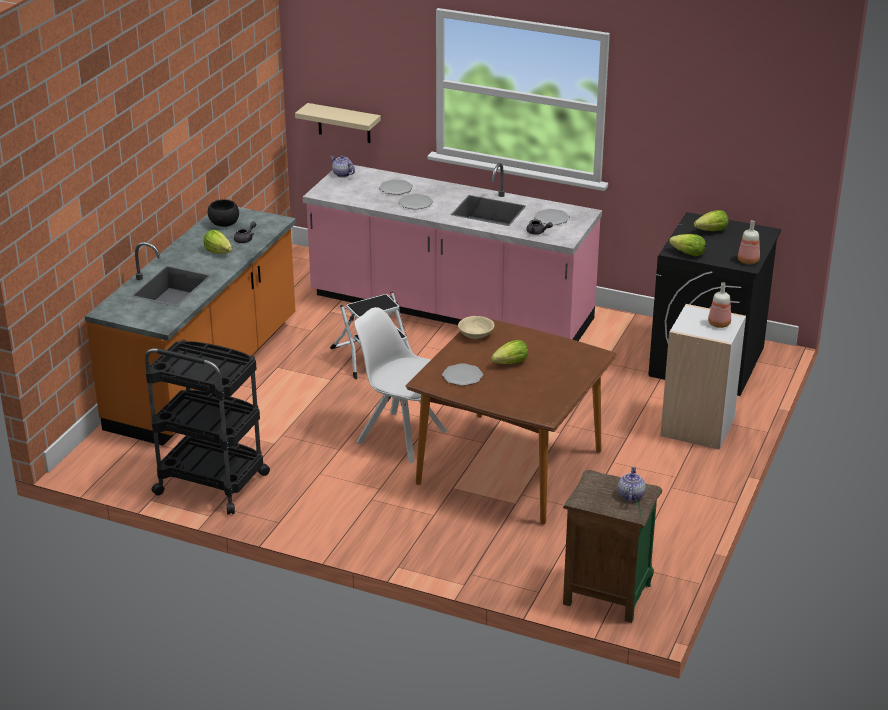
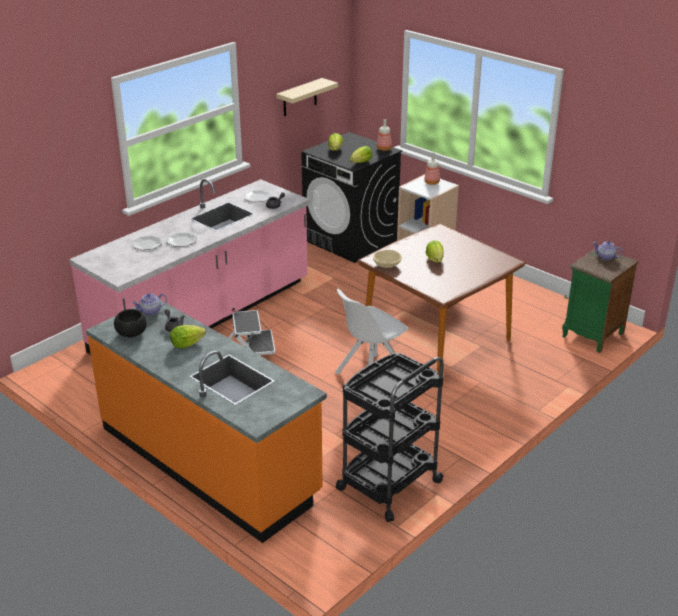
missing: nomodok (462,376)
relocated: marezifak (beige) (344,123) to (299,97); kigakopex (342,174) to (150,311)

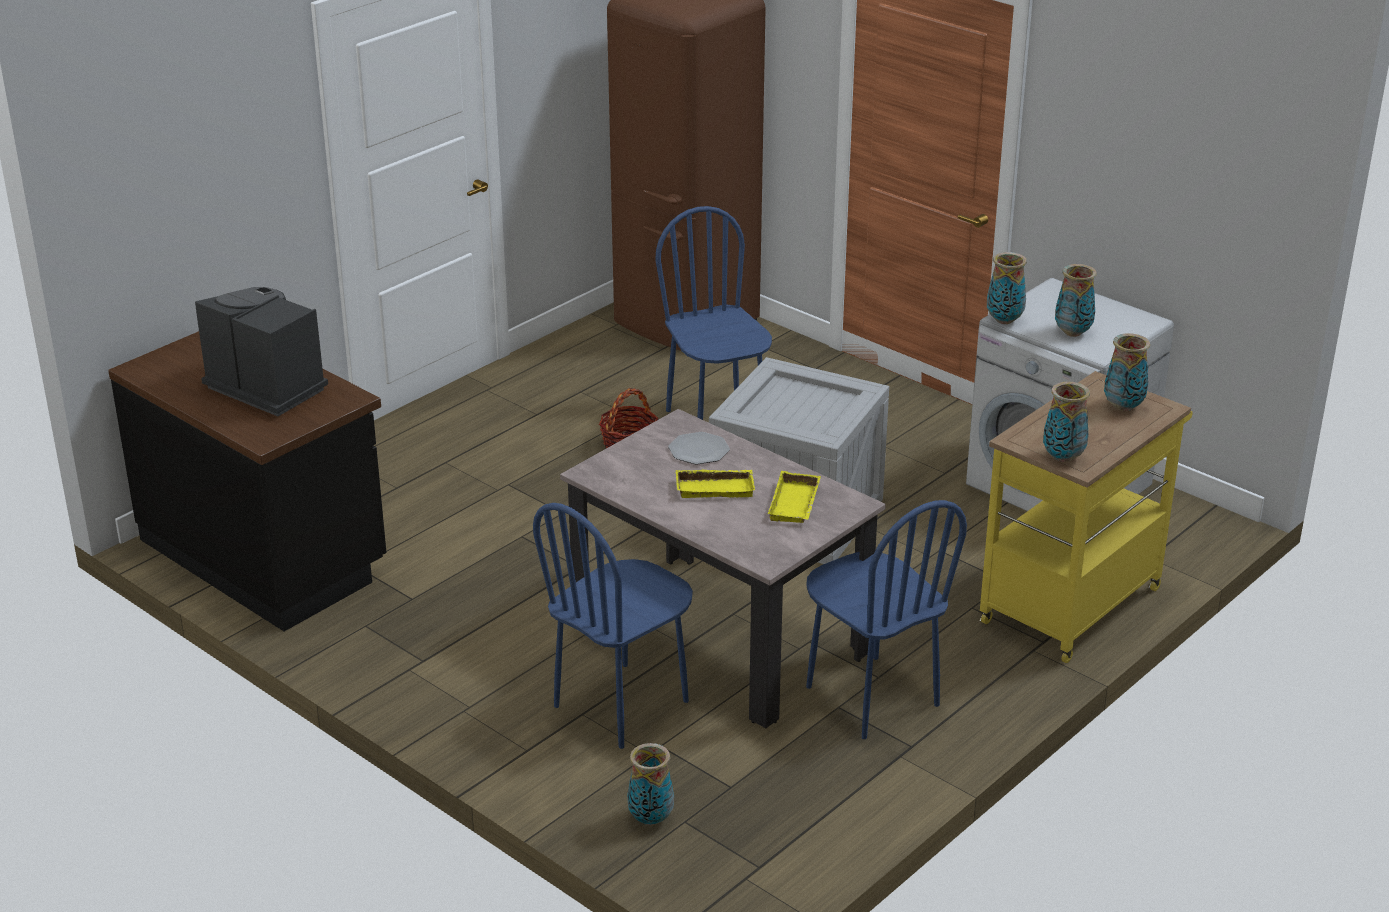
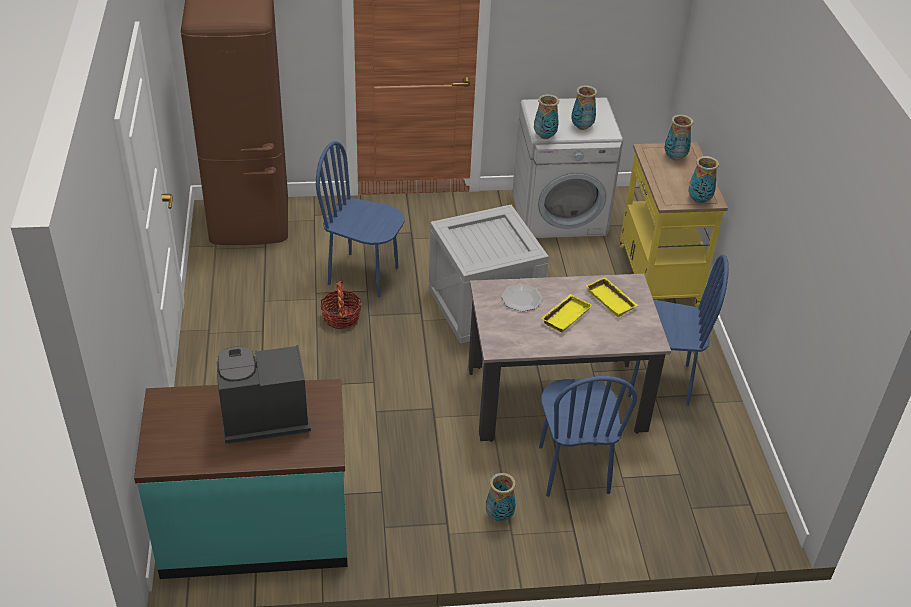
relocated: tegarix (650,819) to (499,516)
colour: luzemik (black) (265,555) to luzemik (turquoise) (255,528)

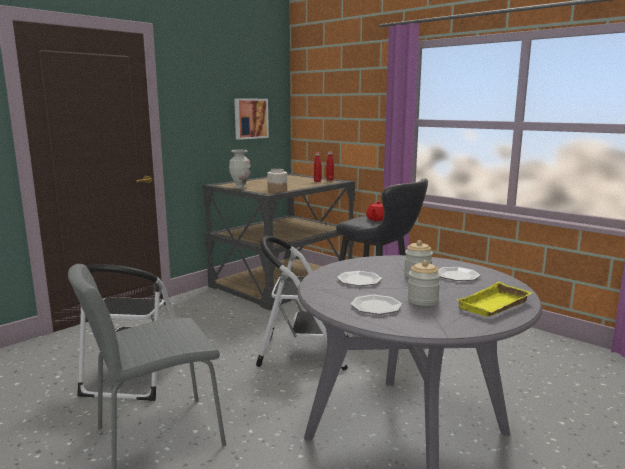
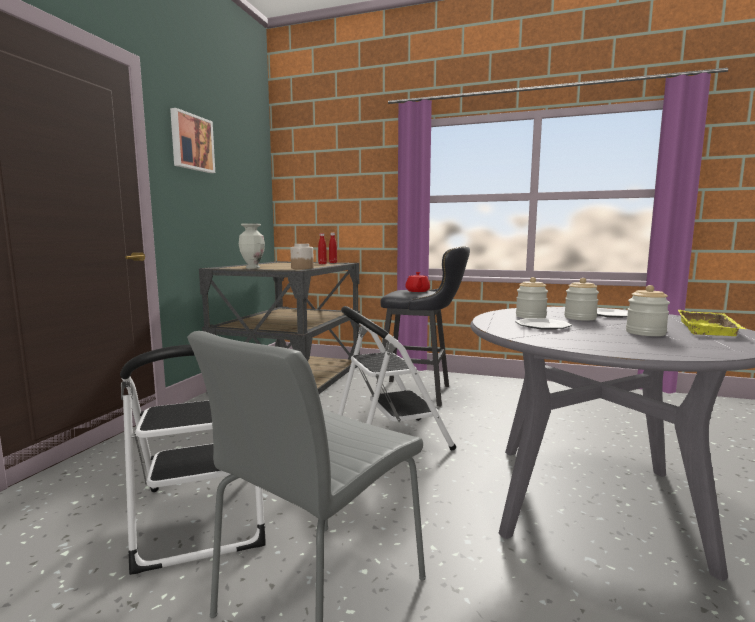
missing: nomodok (375,307)
appeared: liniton (530,316)
relocated: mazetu (250,118) to (191,142)

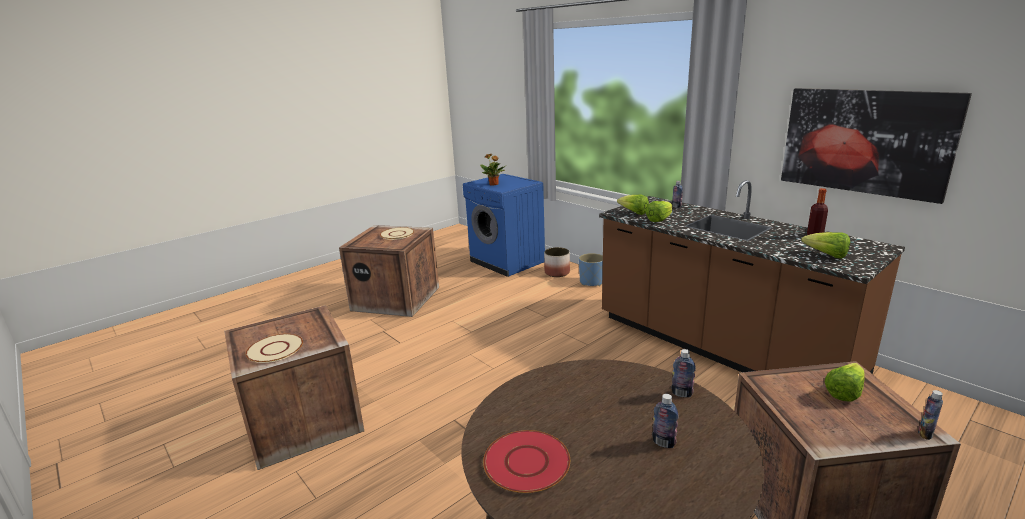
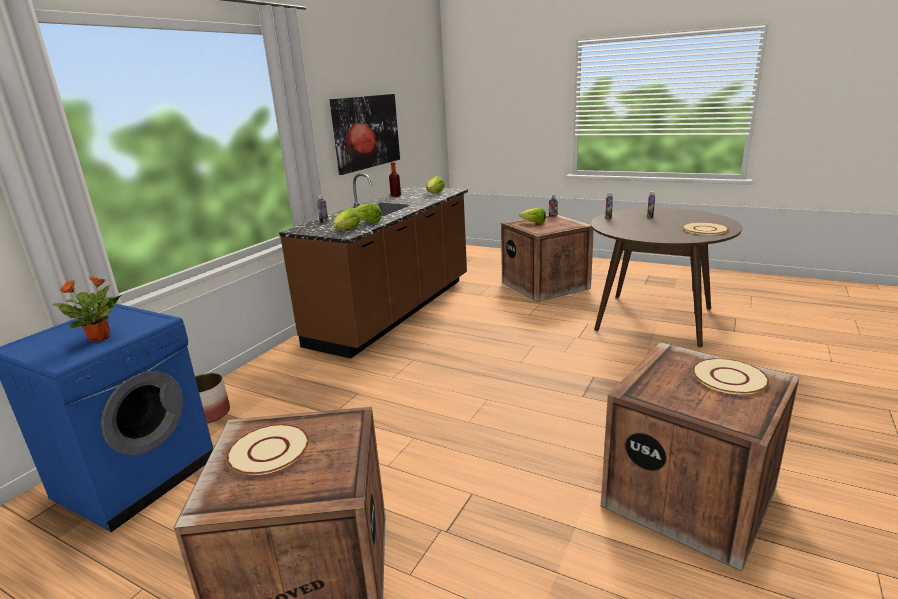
missing: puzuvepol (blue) (591,282)
colour: nomodok (red) (526,462) to nomodok (beige) (704,229)

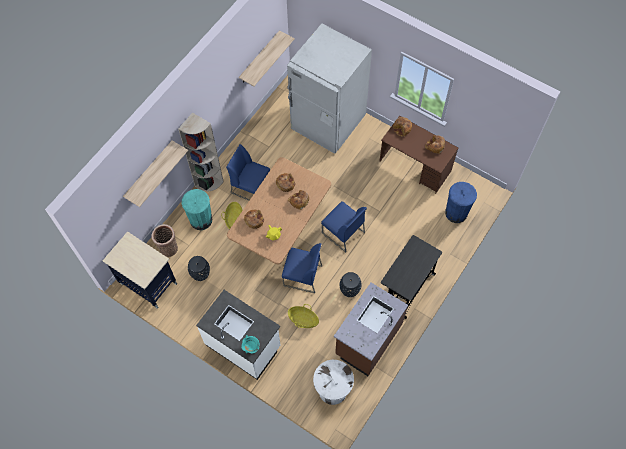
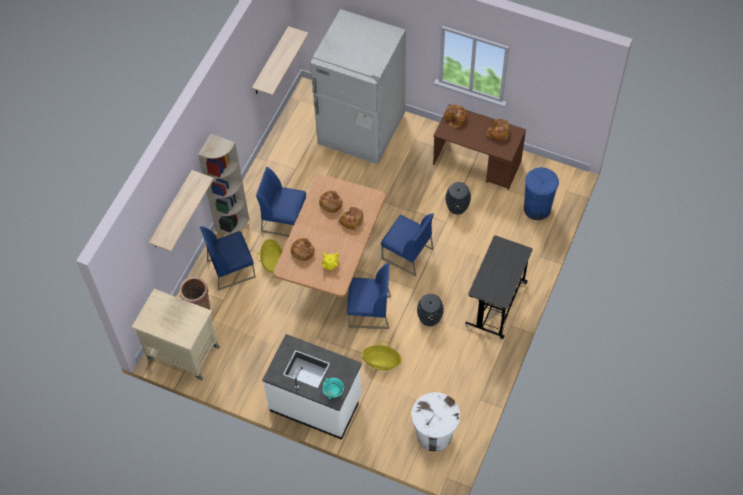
missing: luzemik (brown) (367,339)
relocated: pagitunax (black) (200,273) to (457,206)
exchanged: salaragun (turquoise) (201,220) to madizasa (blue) (231,268)
colour: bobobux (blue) (147,283) to bobobux (beige) (182,353)

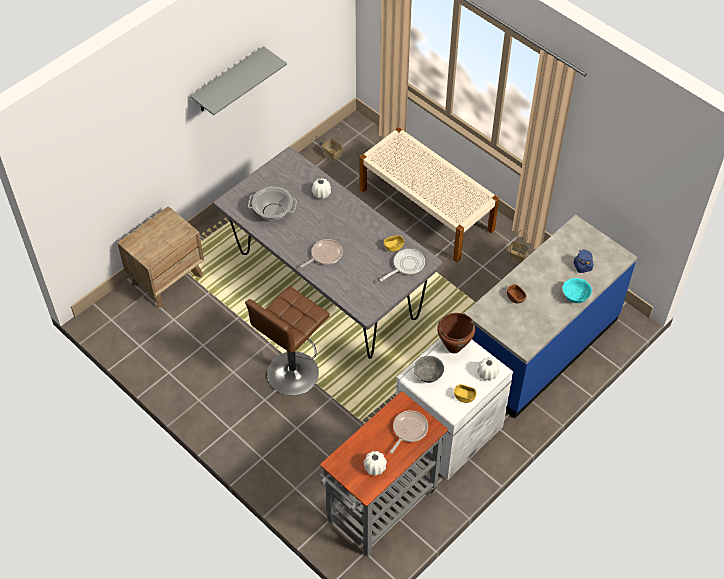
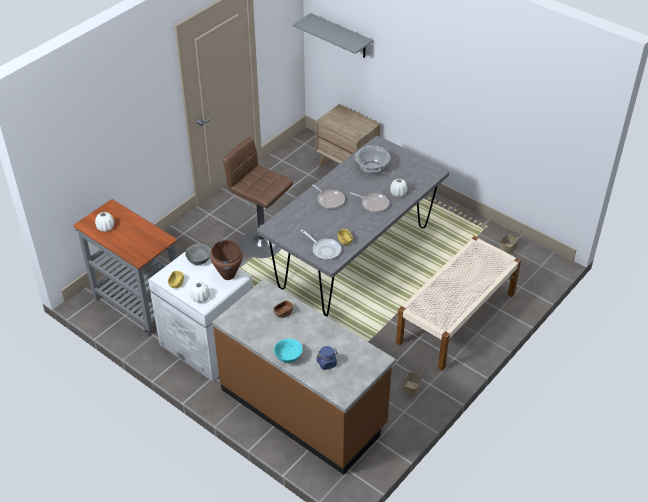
relocated: marezifak (grey) (228,81) to (341,36); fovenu (408,430) to (373,204)
colour: luzemik (blue) (538,346) to luzemik (brown) (303,408)

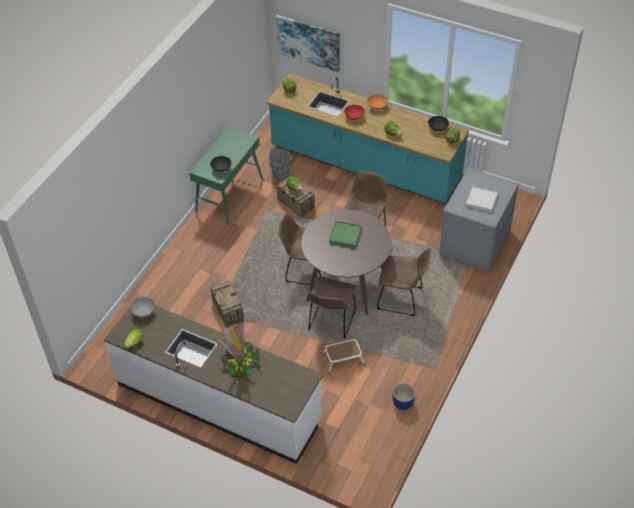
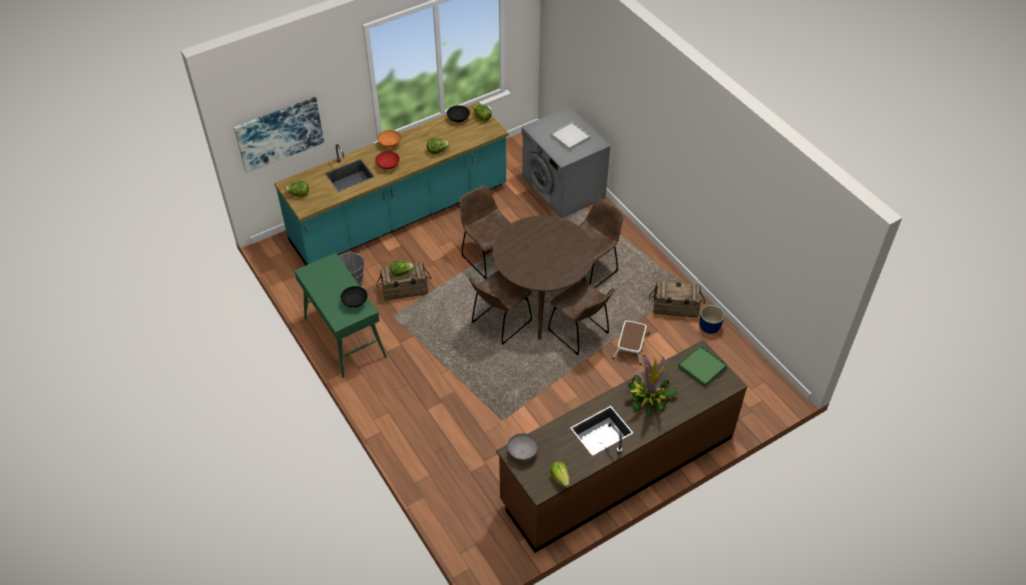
relocated: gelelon (227,310) to (675,307); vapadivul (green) (345,235) to (701,367)
colour: luzemik (white) (219,401) to luzemik (brown) (617,469)

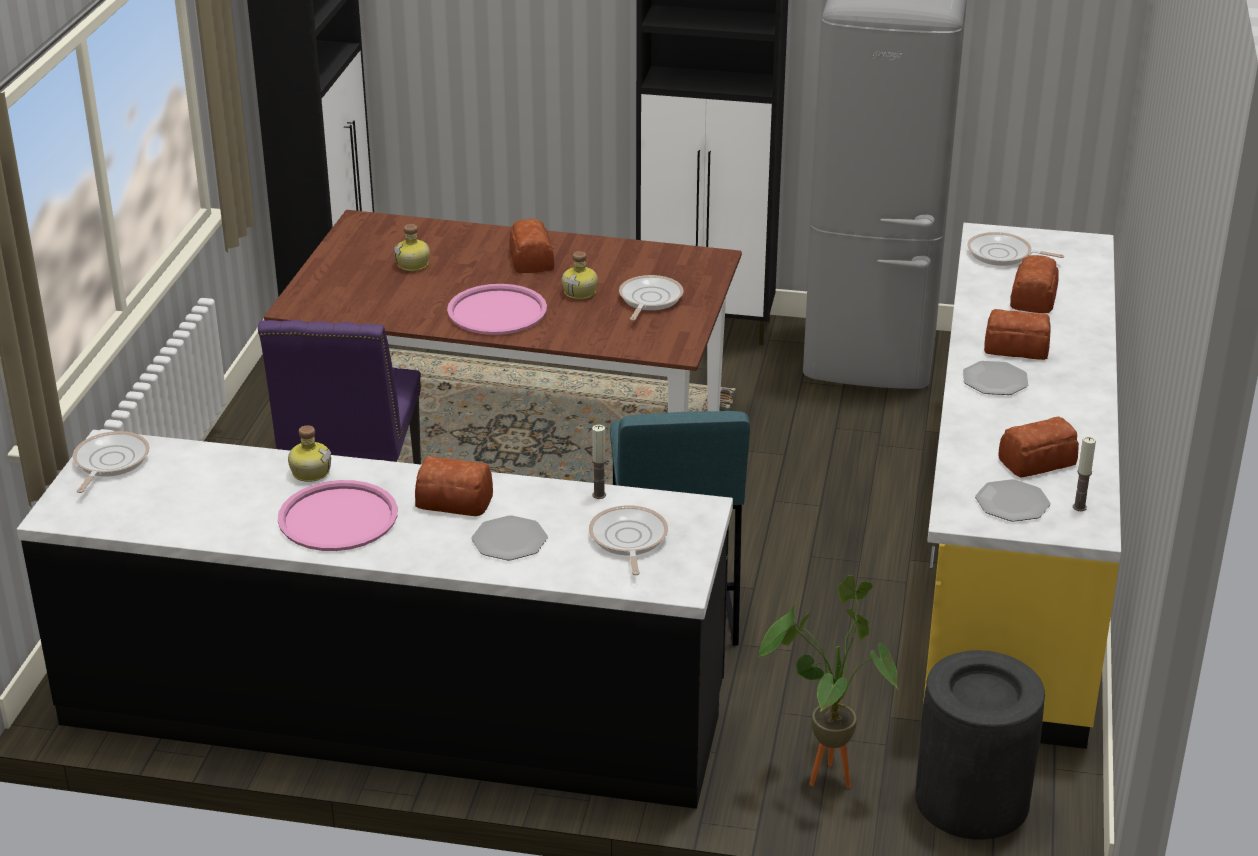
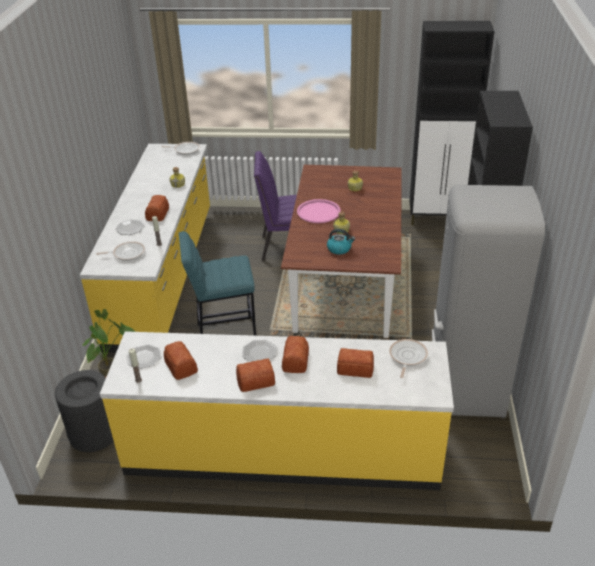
missing: vapadivul (pink) (338,518)
relocated: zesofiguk (530,260) to (255,380)
exchanged: fovenu (649,299) to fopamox (339,249)
colour: luzemik (black) (394,709) to luzemik (yellow) (164,274)

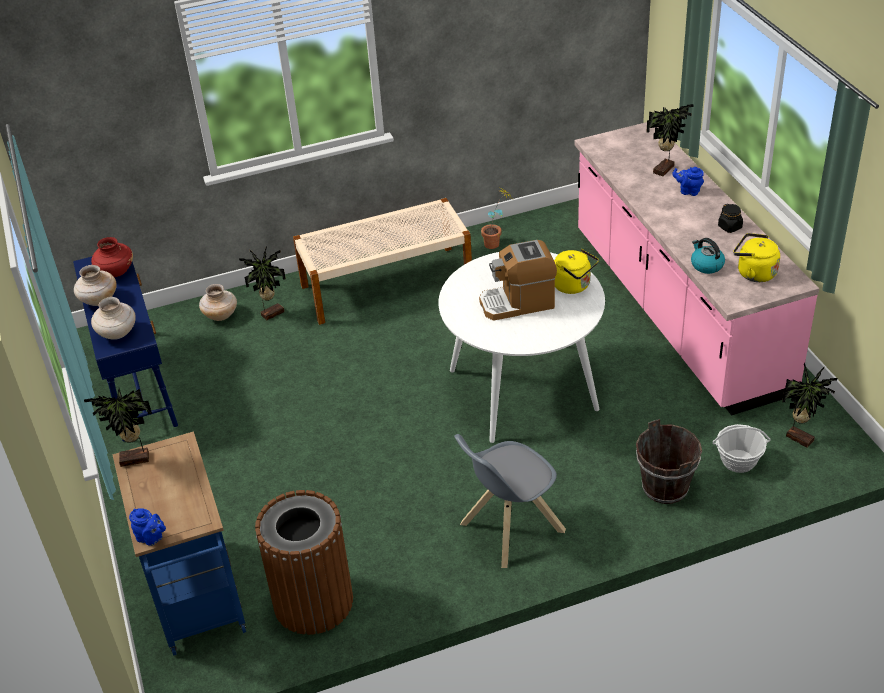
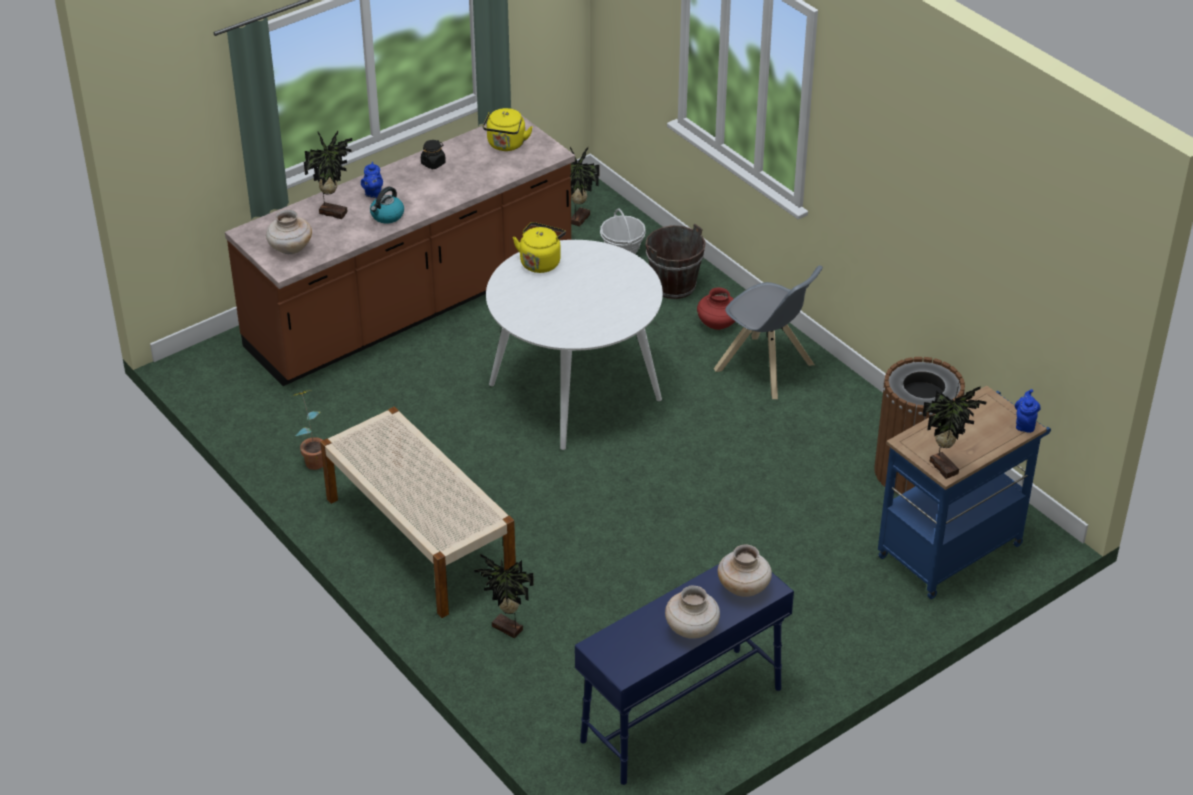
missing: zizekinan (518,303)
relocated: tegarix (red) (115,272) to (717,324); tegarix (beige) (220,315) to (290,249); fopamox (706,265) to (387,216)
colour: luzemik (pink) (677,311) to luzemik (brown) (412,305)

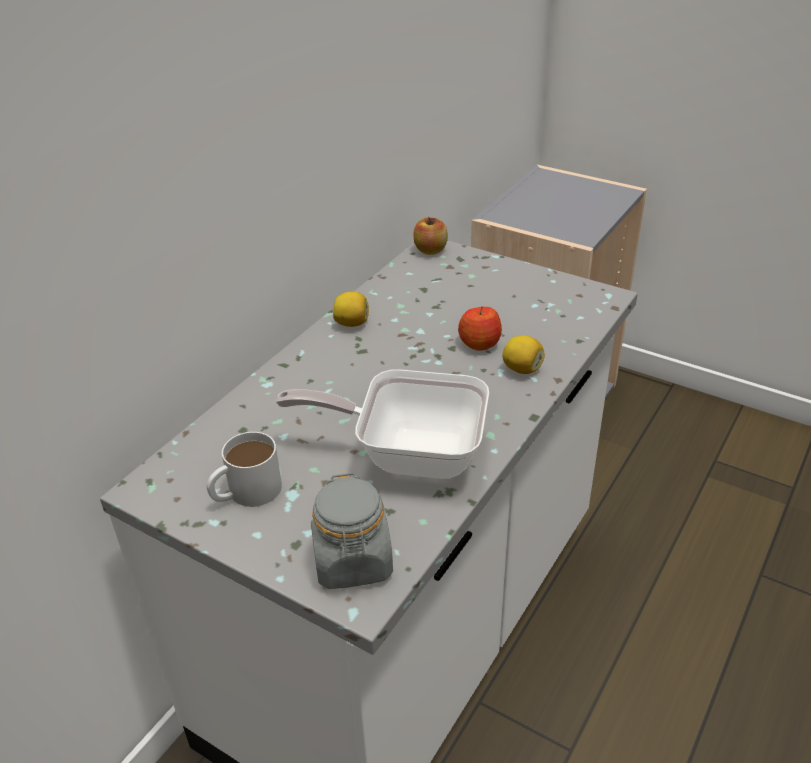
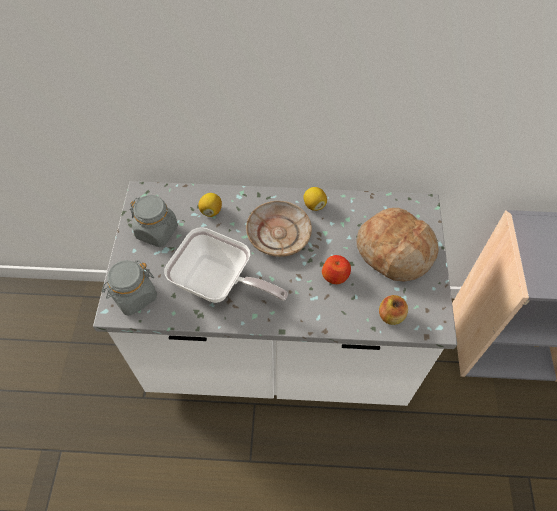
appeared: nomodok (beige) (279,234); zesofiguk (395,251)
relocated: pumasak (430,250) to (391,316); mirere (522,369) to (211,211)
exchanged: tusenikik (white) (245,493) to liniton (grey) (157,231)
spun: fovenu (408,453) = (219,284) 135 degrees clockwise

